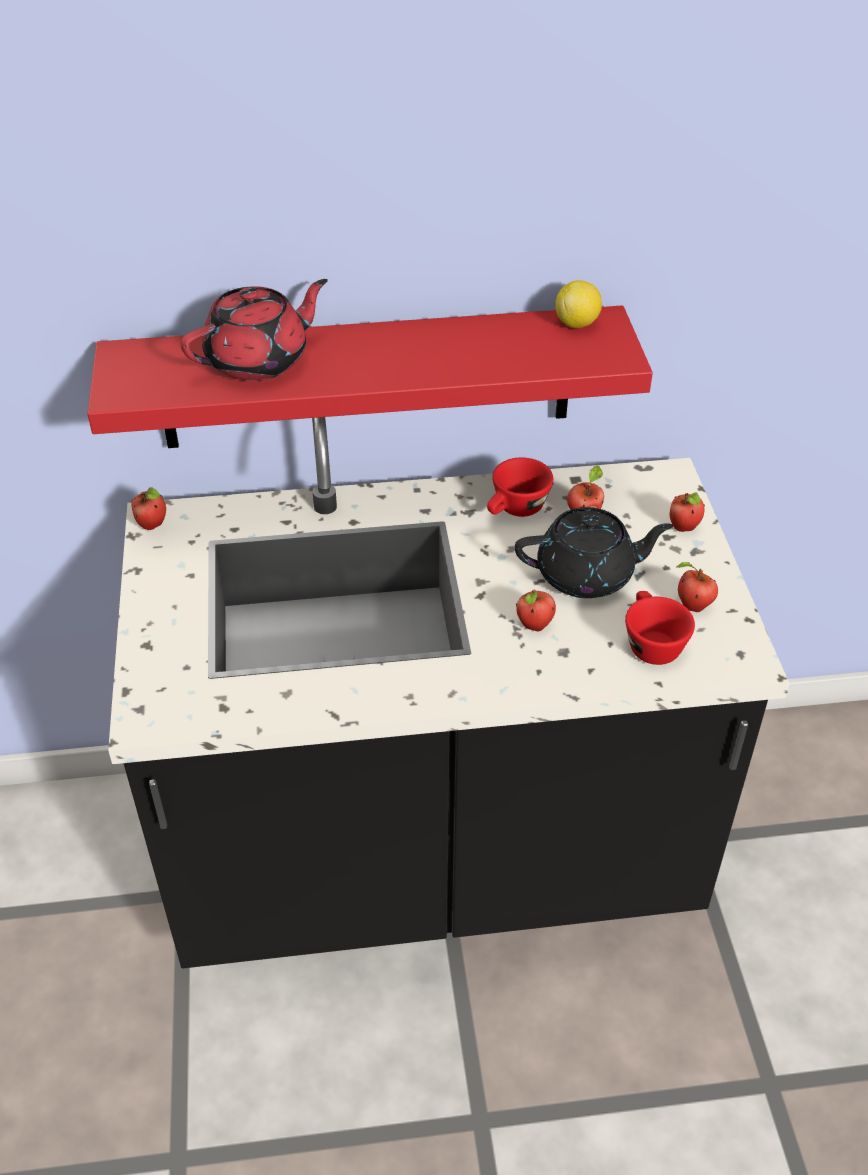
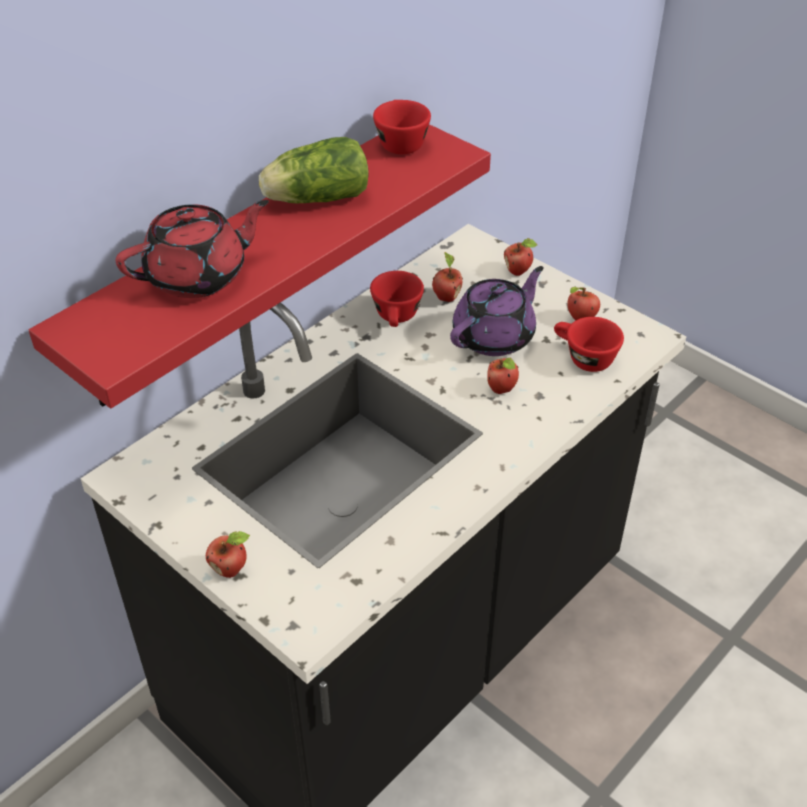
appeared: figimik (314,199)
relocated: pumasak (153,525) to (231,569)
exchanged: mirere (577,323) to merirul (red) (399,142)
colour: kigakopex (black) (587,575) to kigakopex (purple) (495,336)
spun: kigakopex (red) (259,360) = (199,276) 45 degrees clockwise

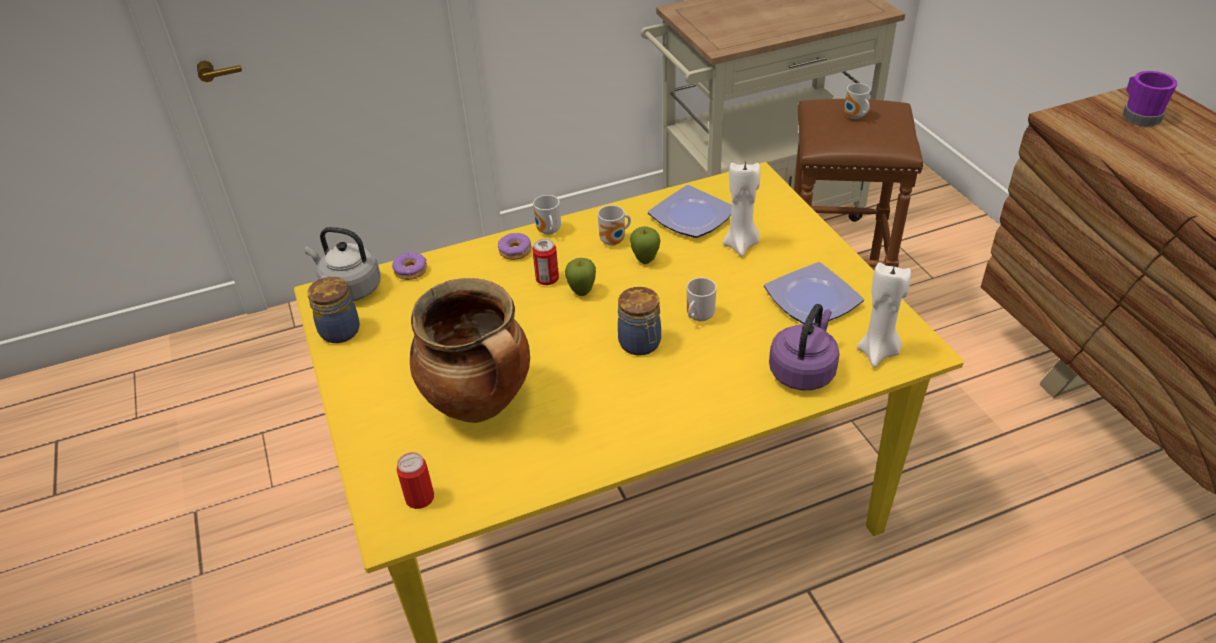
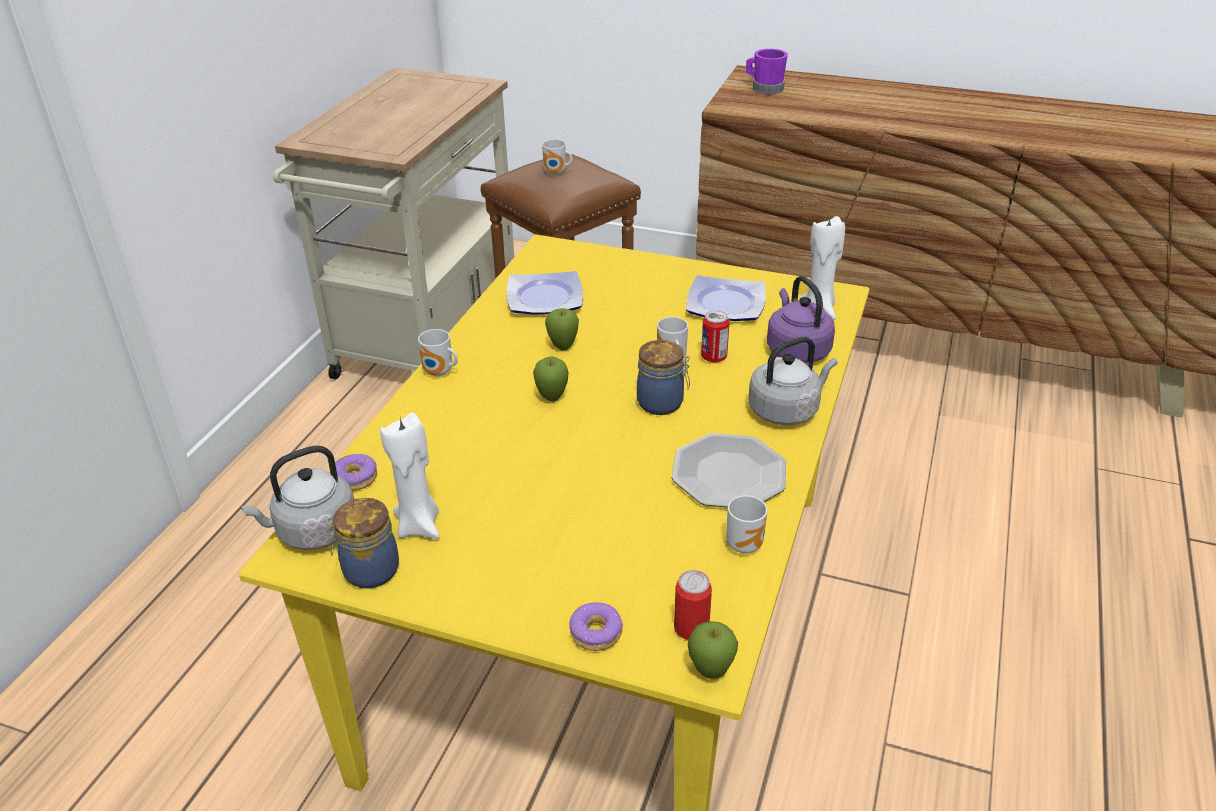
missing: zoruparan (481,404)
appeared: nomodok (729,474); pumasak (710,673); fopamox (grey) (786,410)
relocated: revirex (515,251) to (596,633); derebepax (547,280) to (714,357); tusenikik (614,241) to (746,544); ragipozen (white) (741,245) to (419,525)

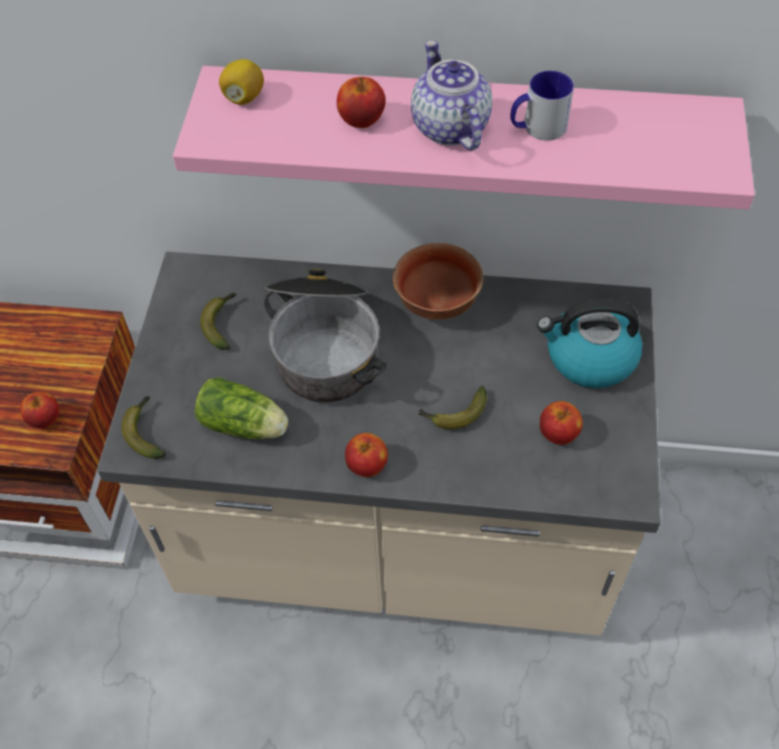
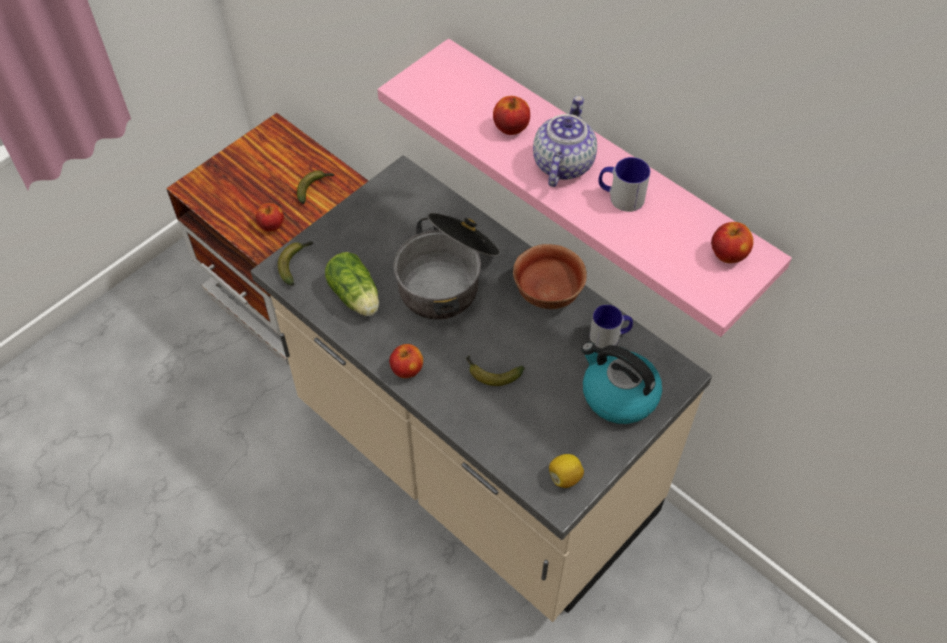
appeared: tusenikik (610,336)
relocated: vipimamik (222,323) to (314,188); mirere (244,97) to (565,477); pumasak (558,433) to (728,254)

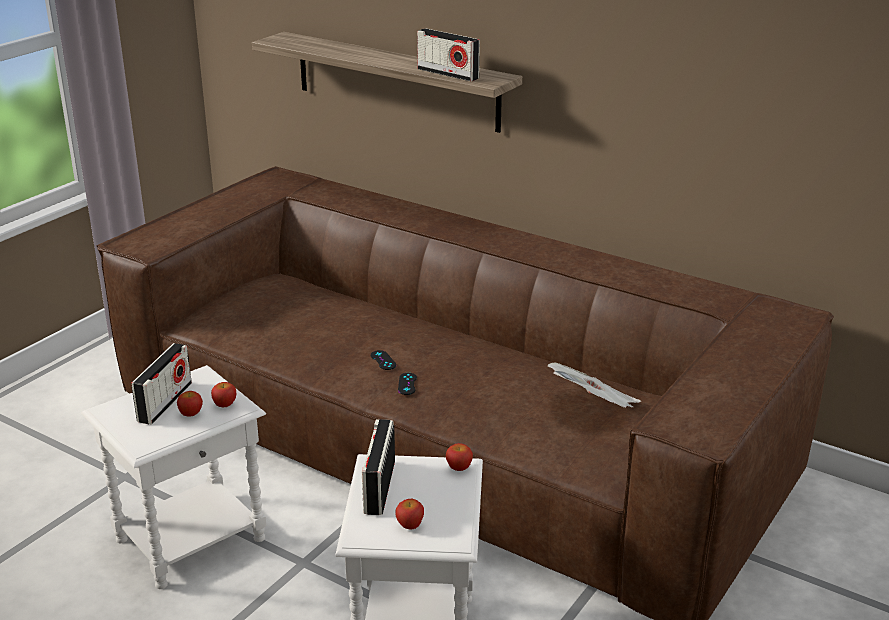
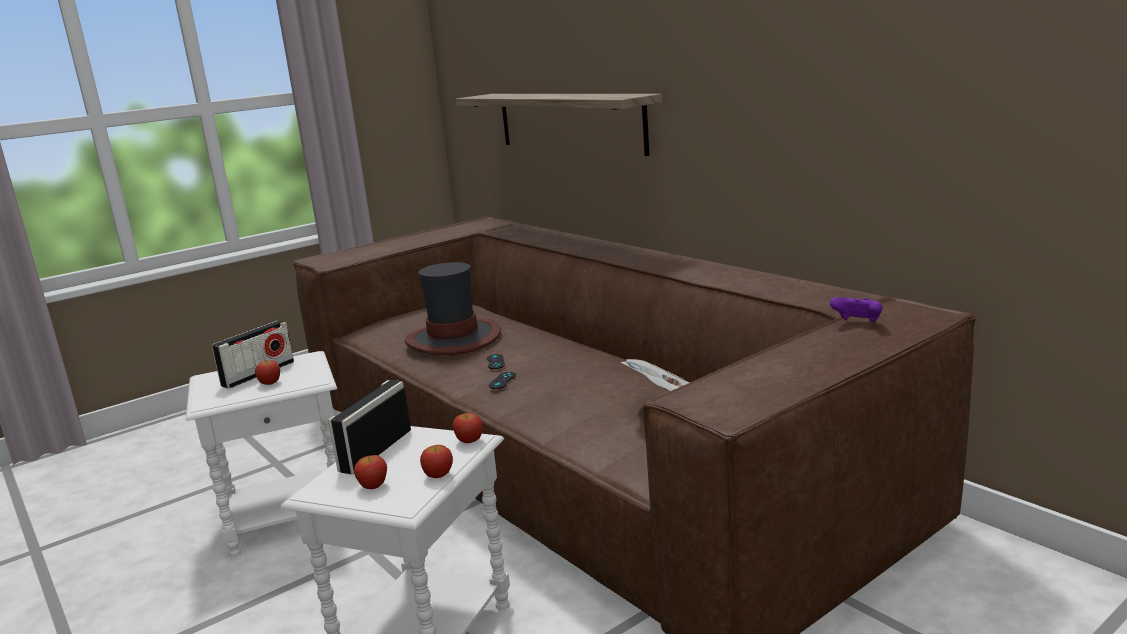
missing: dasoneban (448,74)
appeared: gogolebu (454,339); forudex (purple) (857,323)
relocated: pumasak (225,404) to (438,475)

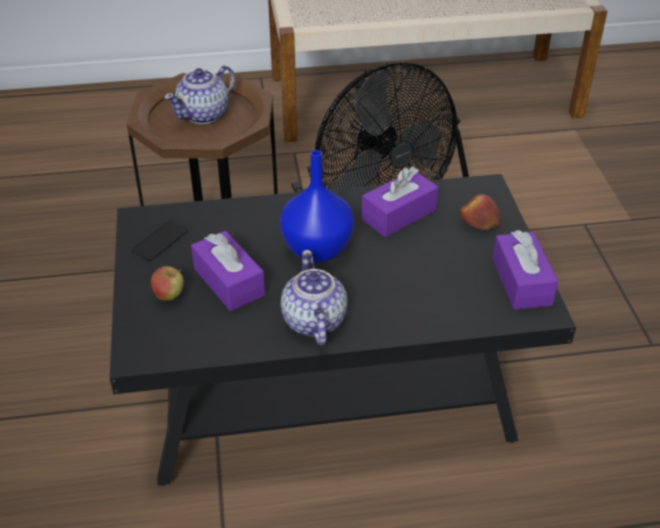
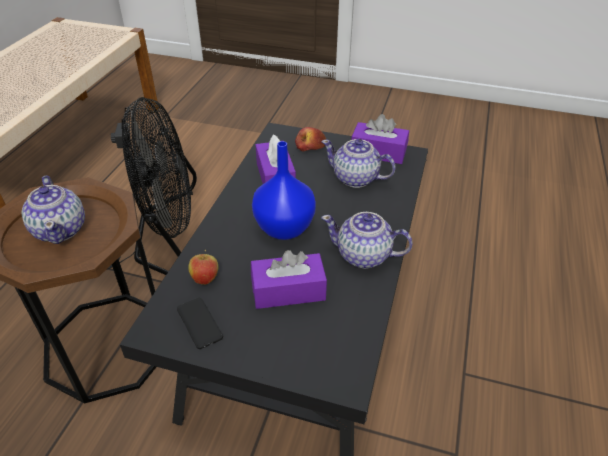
appeared: kigakopex (356,178)
relocated: pumasak (169,296) to (205,279)

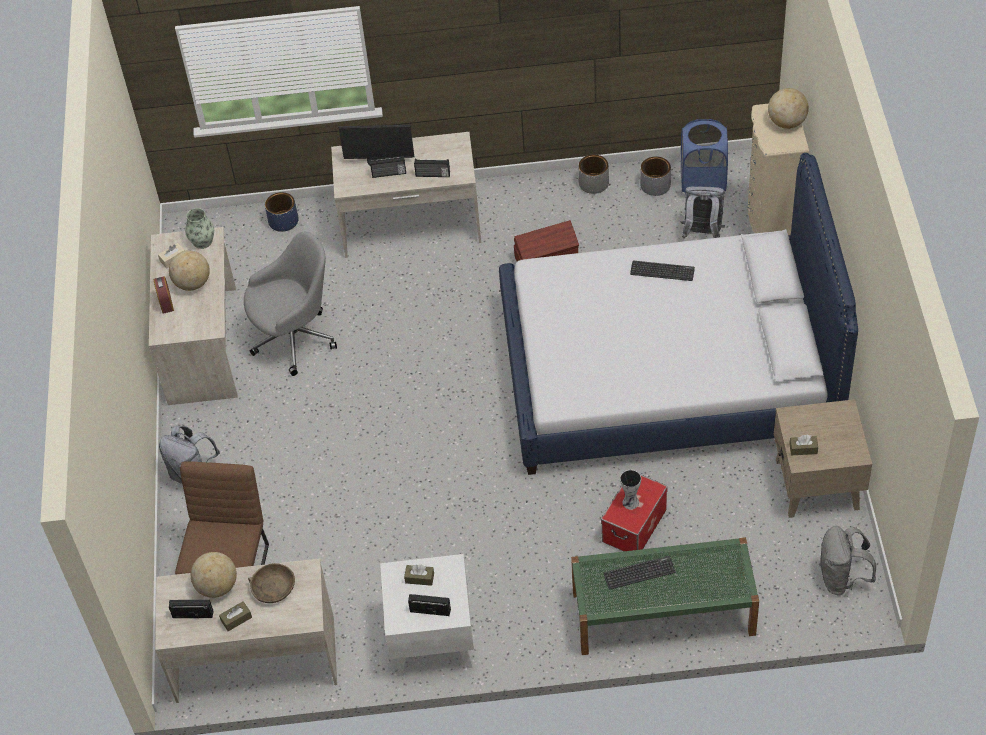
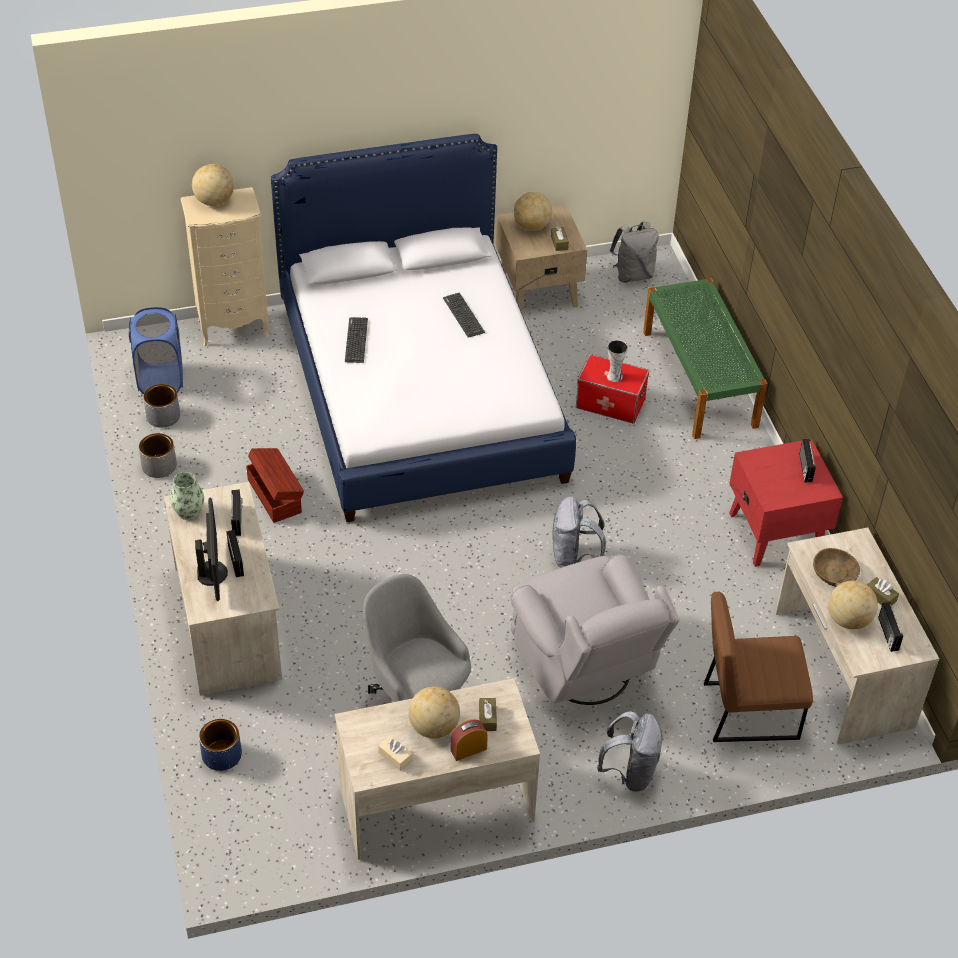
appeared: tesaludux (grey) (585,668); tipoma (531,226)
relocated: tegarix (202,241) to (188,511); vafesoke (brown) (419,578) to (487,718); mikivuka (639,573) to (463,315); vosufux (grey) (702,233) to (574,557)
colour: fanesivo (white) (431,639) to fanesivo (red) (776,534)

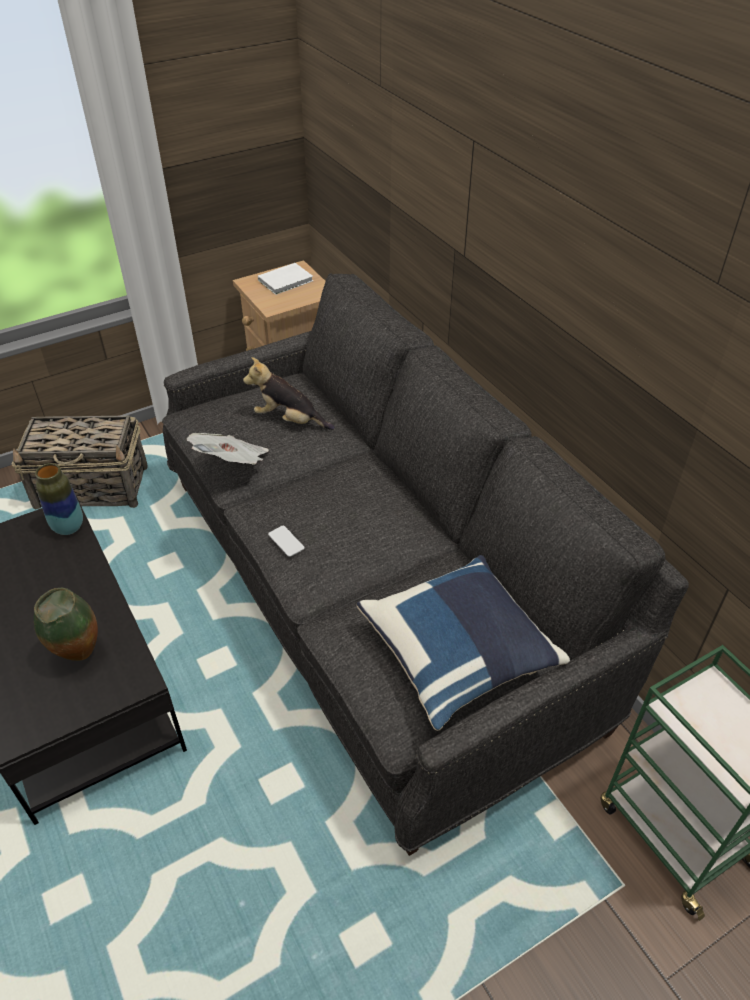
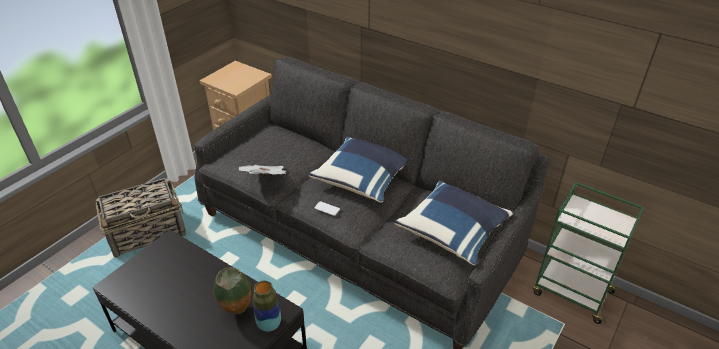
missing: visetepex (289,420); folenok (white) (287,280)
appeared: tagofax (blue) (363,179)
relocated: tegarix (68,527) to (269,324)

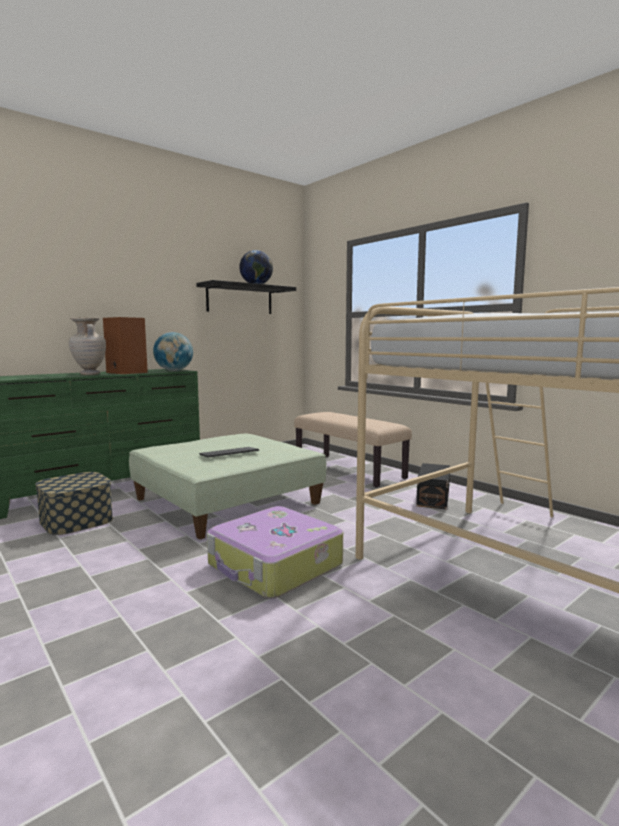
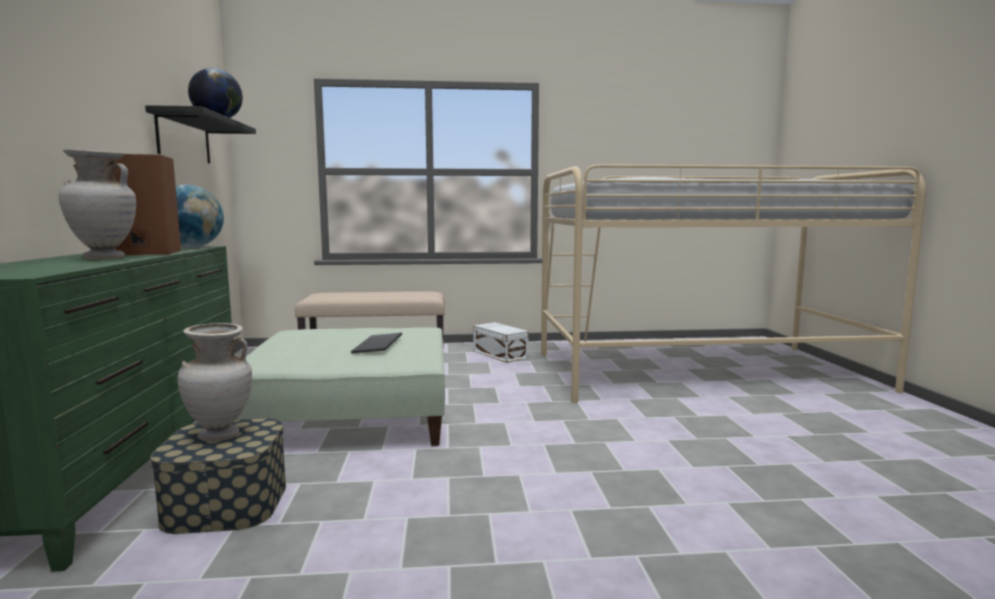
missing: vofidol (274,566)
appeared: tegarix (beige) (219,436)
colour: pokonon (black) (434,498) to pokonon (white) (500,354)

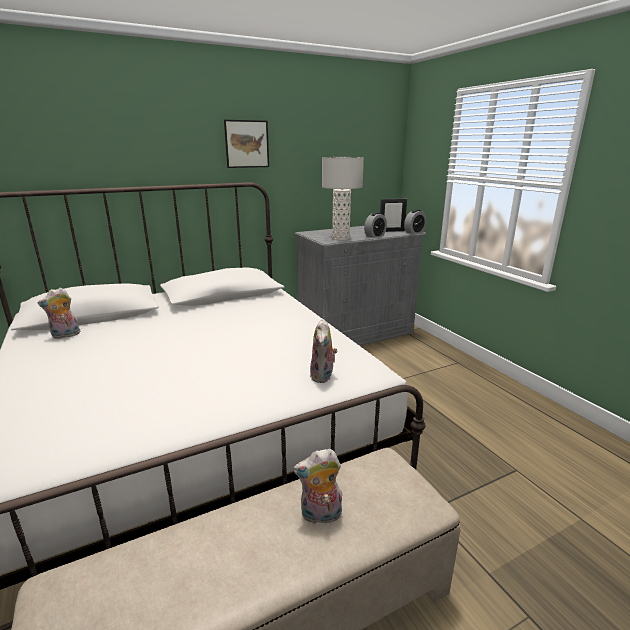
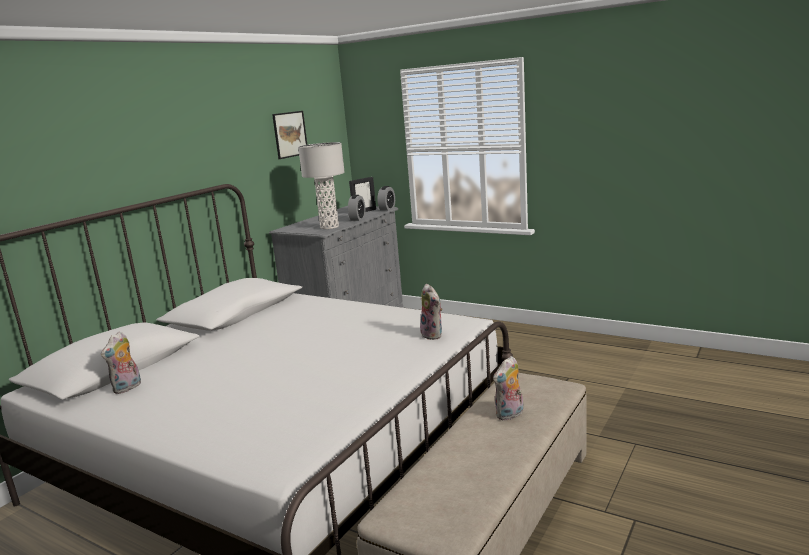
relocated: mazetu (247,144) to (290,134)

